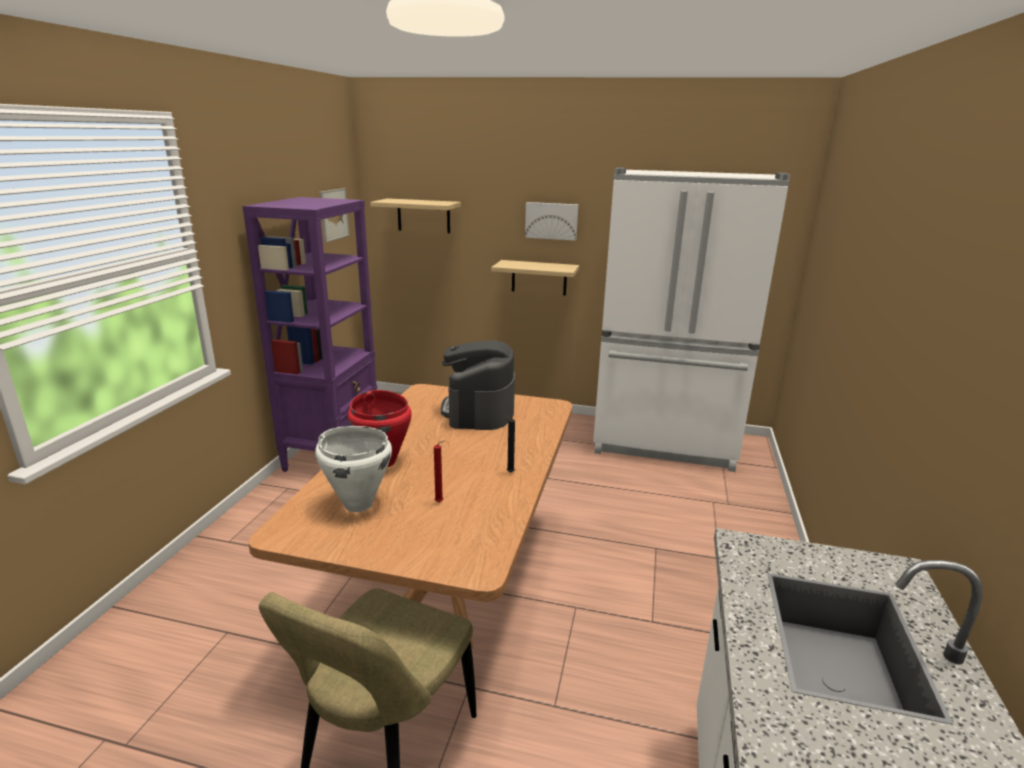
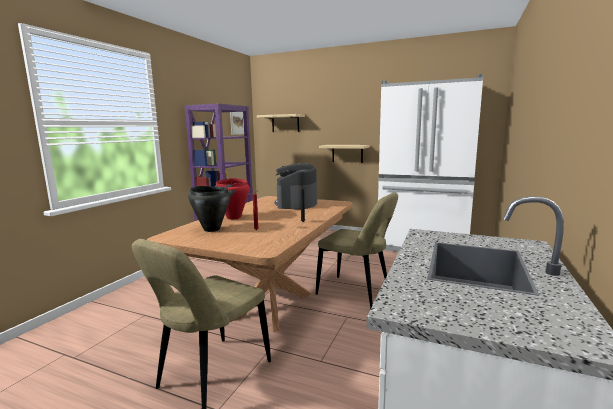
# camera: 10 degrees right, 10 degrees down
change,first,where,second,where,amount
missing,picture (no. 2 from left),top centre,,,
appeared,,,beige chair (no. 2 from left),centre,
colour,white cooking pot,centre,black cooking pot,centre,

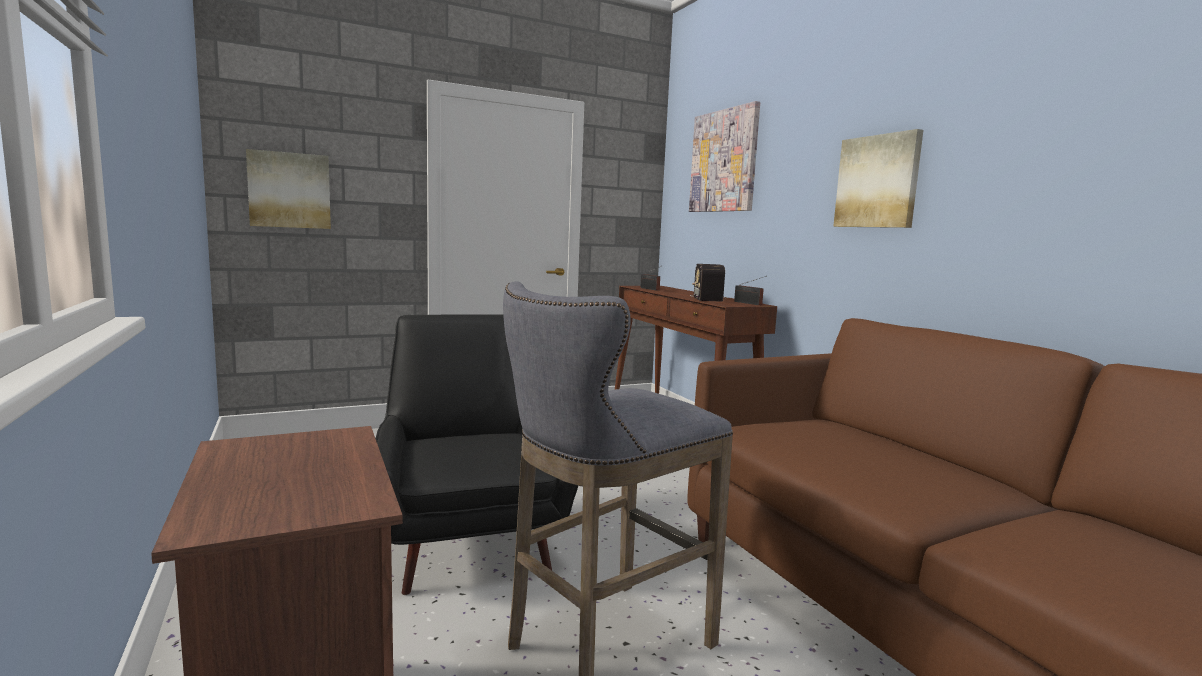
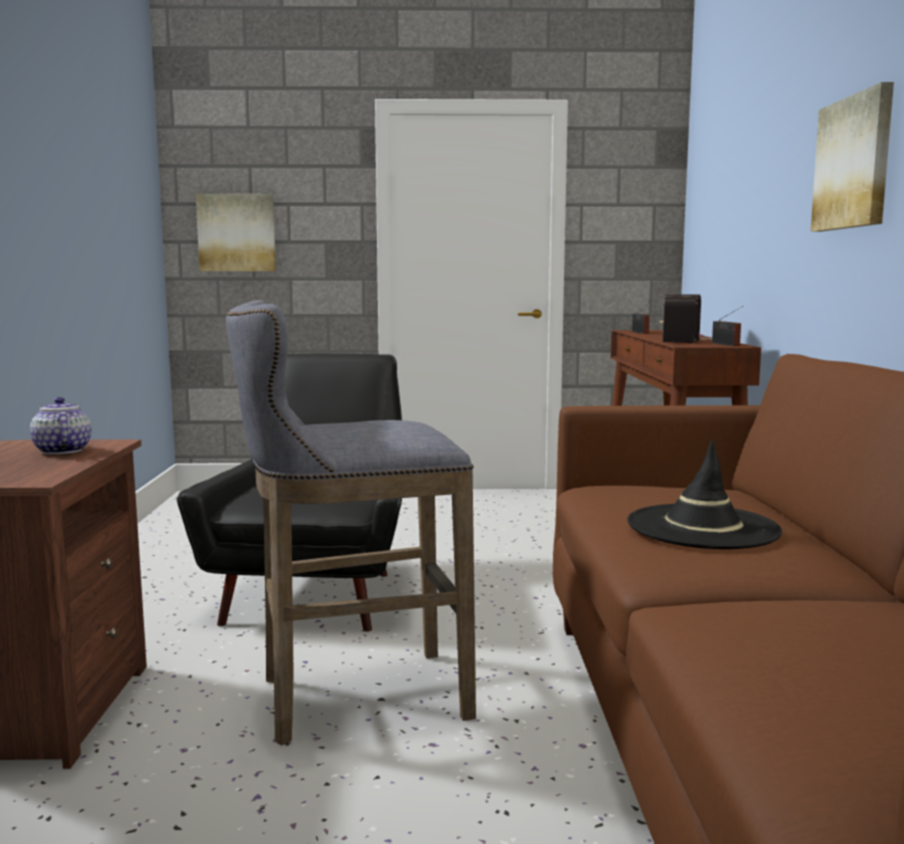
# camera: 25 degrees right, 0 degrees up
change,first,where,second,where,amount
missing,picture (no. 2 from left),top centre,,,
appeared,,,teapot,middle left,
appeared,,,black hat,middle right,

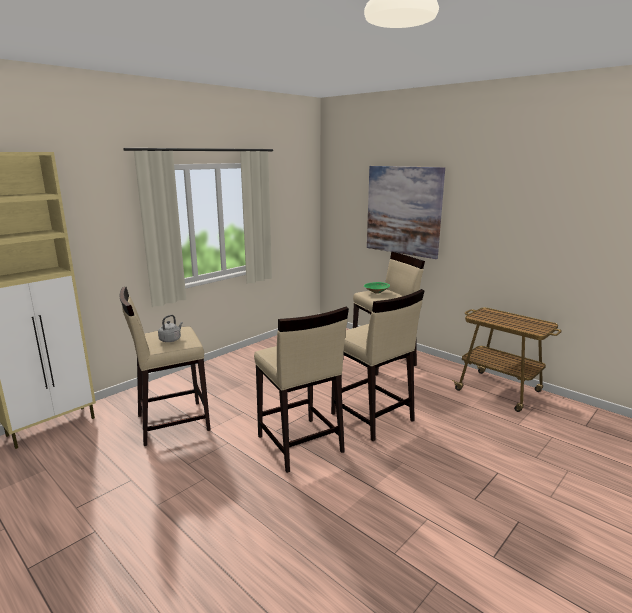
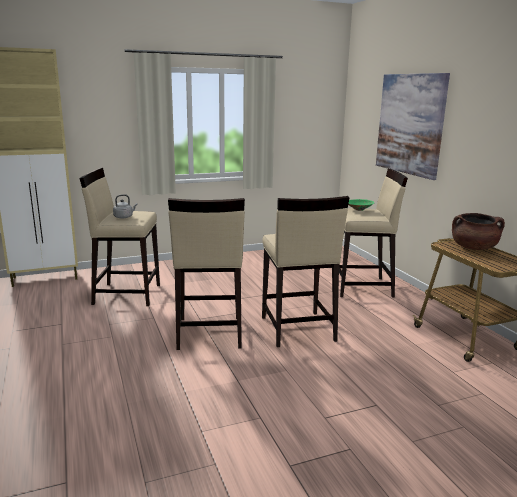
# camera: 25 degrees right, 0 degrees up
change,first,where,second,where,amount
appeared,,,brown cooking pot,middle right,

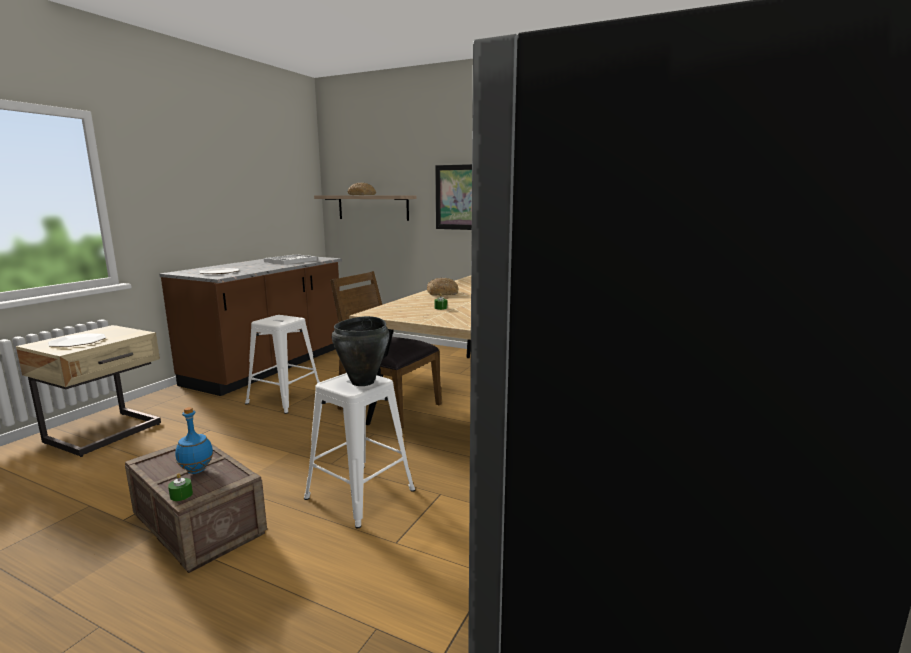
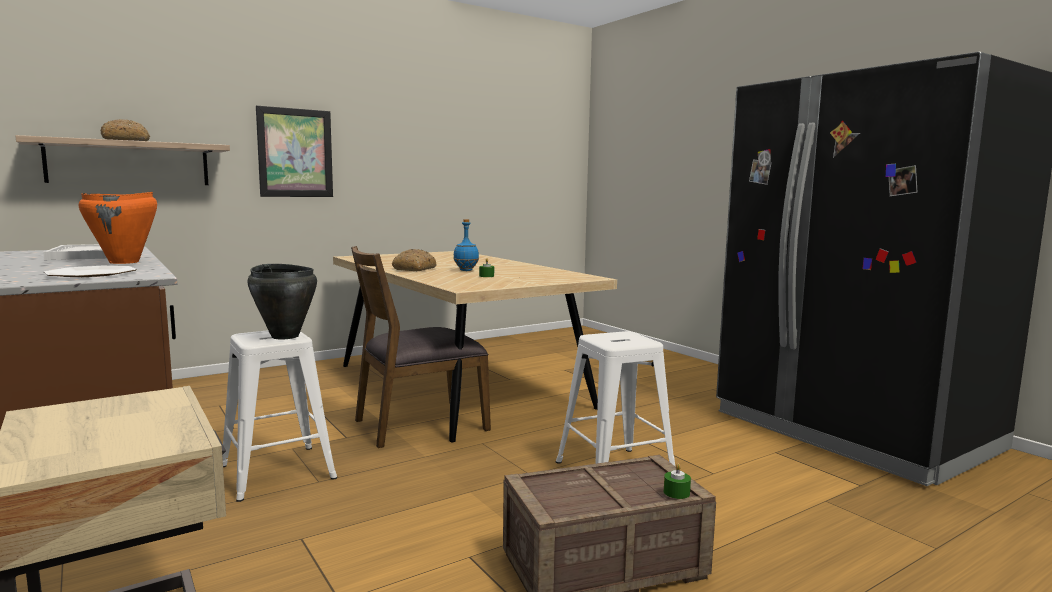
# camera: 60 degrees left, 5 degrees down
change,first,where,second,where,amount
missing,plate (no. 1 from left),middle left,,,
appeared,,,orange cooking pot,middle left,
relocated,blue bottle,bottom left,,centre,
relocated,black cooking pot,centre,,middle left,

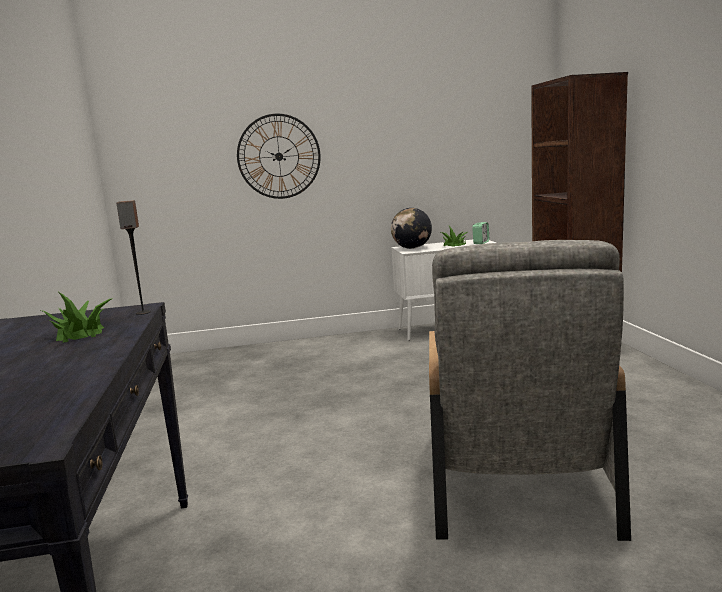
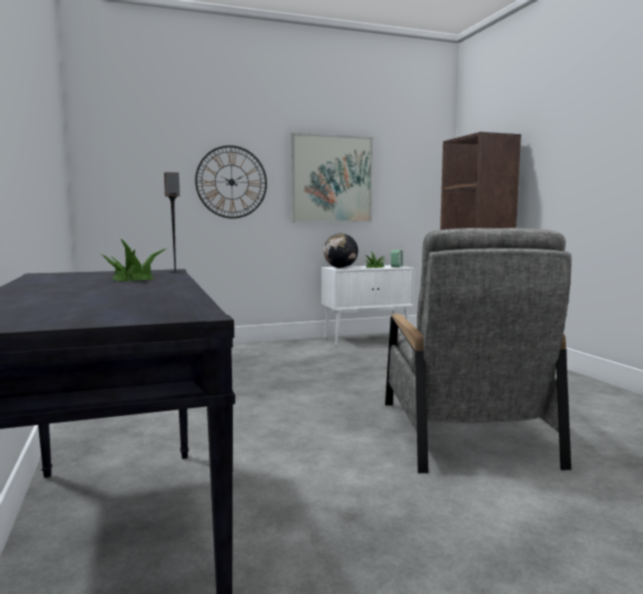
# camera: 10 degrees left, 5 degrees down
change,first,where,second,where,amount
appeared,,,picture,top centre,

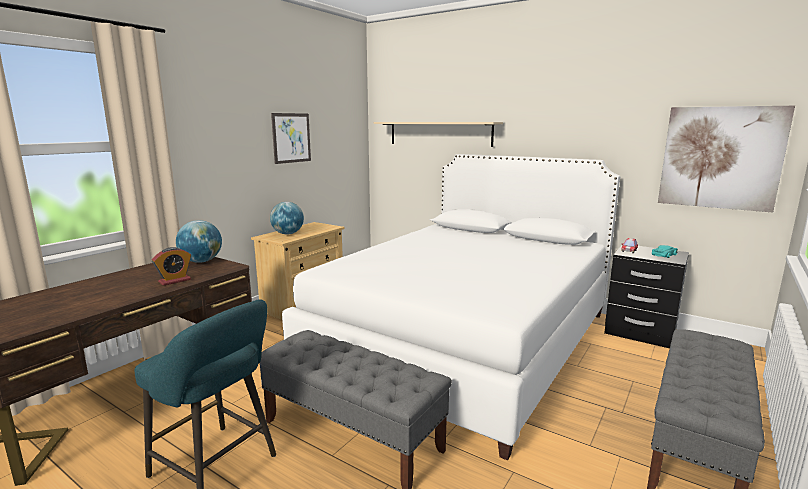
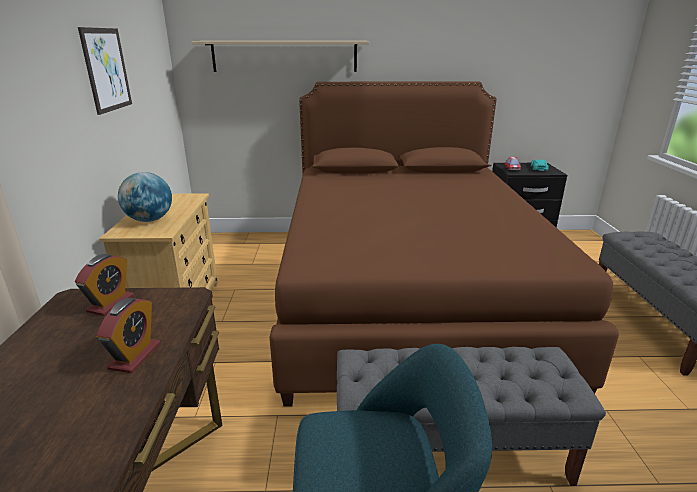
# camera: 35 degrees left, 10 degrees up
change,first,where,second,where,amount
missing,picture (no. 2 from left),top right,,,
exchanged,globe (no. 1 from left),middle left,alarm clock (no. 1 from left),middle left,
colour,white bed,centre,brown bed,centre,

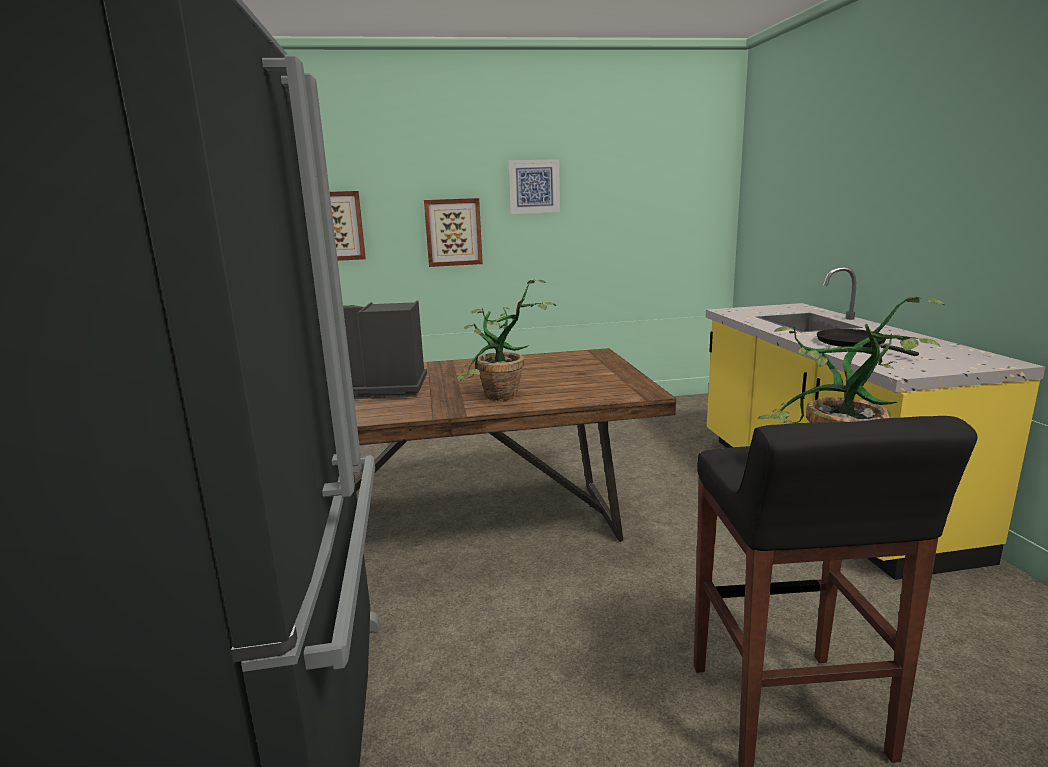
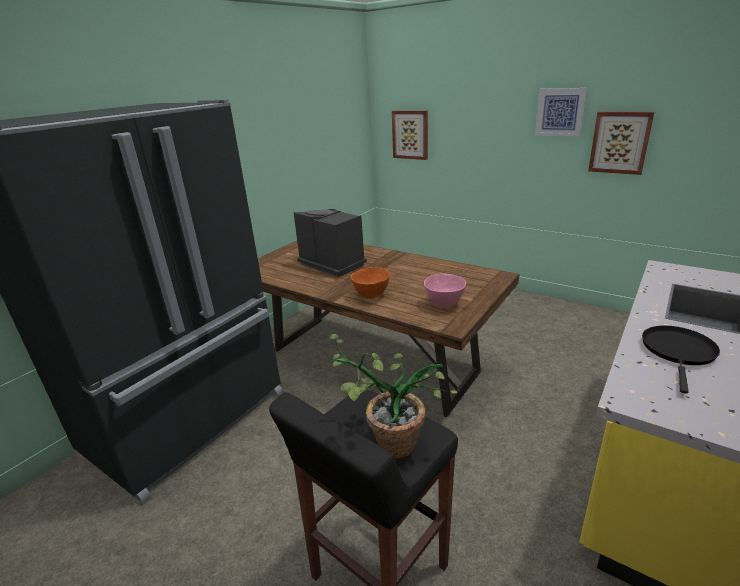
# camera: 45 degrees right, 10 degrees up
change,first,where,second,where,amount
appeared,,,pink bowl,centre,
relocated,picture (no. 2 from left in the first image),top centre,picture (no. 3 from left),top right,
exchanged,potted plant (no. 1 from left),centre,orange bowl,centre,

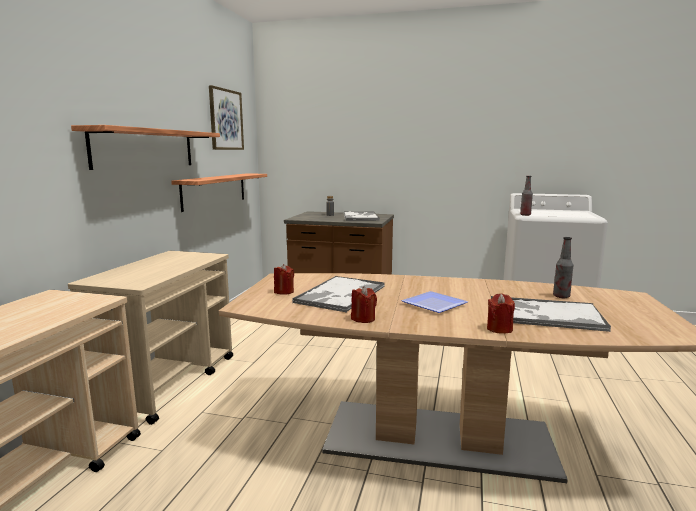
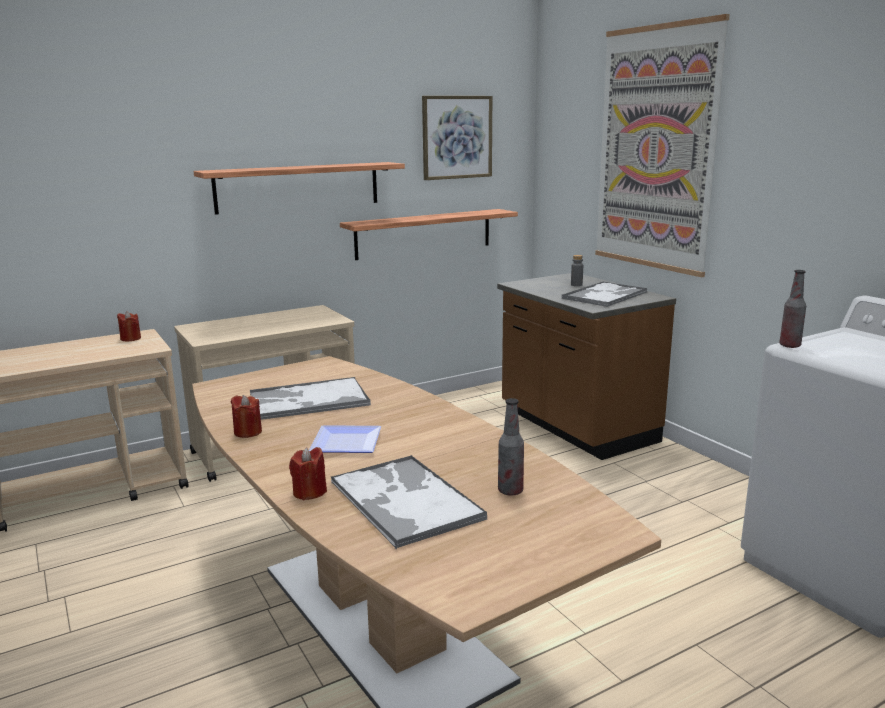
# camera: 45 degrees right, 5 degrees up
change,first,where,second,where,amount
appeared,,,picture (no. 2 from left),top right,
relocated,red candle (no. 1 from left),centre,,middle left,

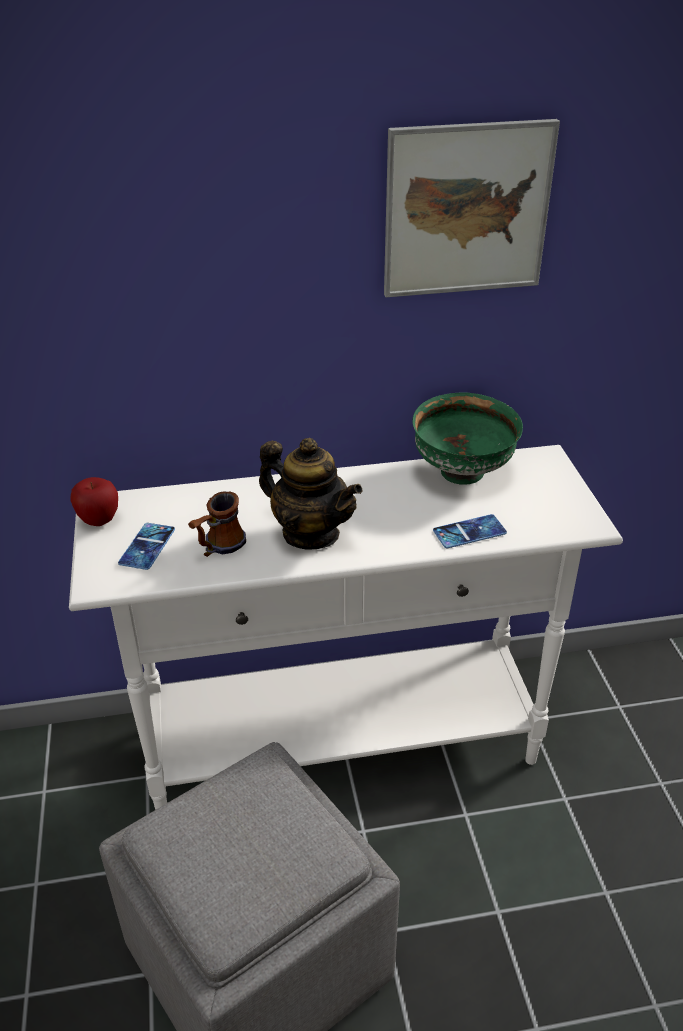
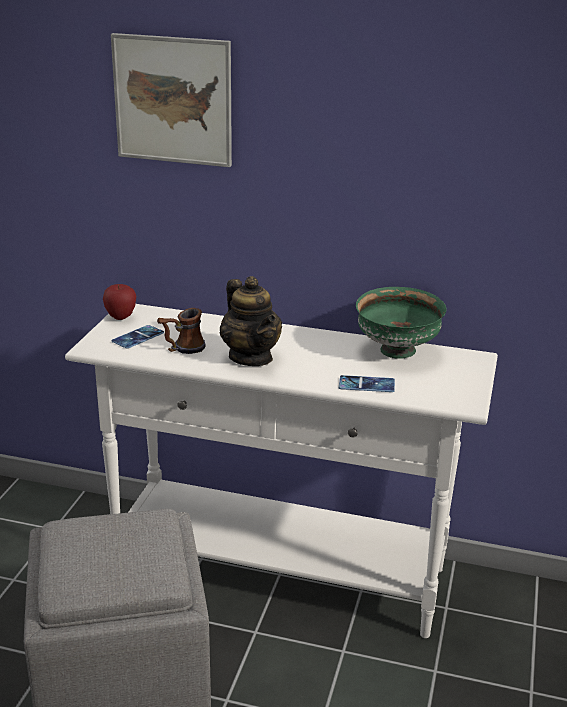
# camera: 25 degrees right, 10 degrees down
change,first,where,second,where,amount
relocated,picture,top right,,top left,

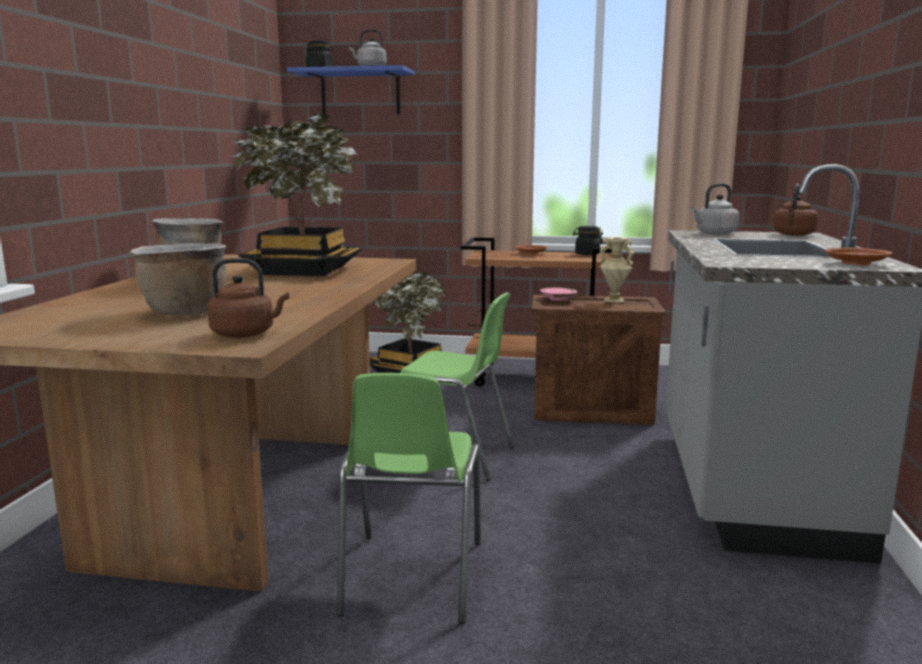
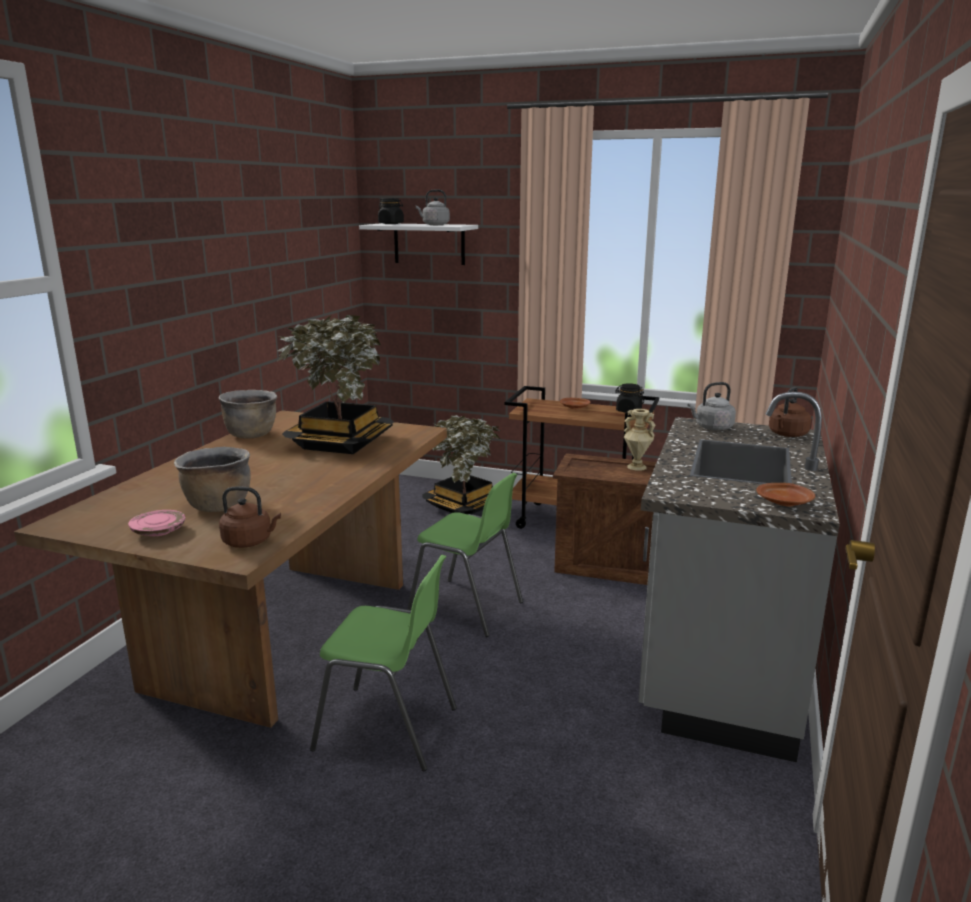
# camera: 10 degrees right, 5 degrees up
change,first,where,second,where,amount
relocated,pink plate,centre,,middle left,
colour,blue shelf,top centre,white shelf,top centre,
spun,green chair (no. 1 from left),bottom centre,,bottom centre,90 degrees counterclockwise

